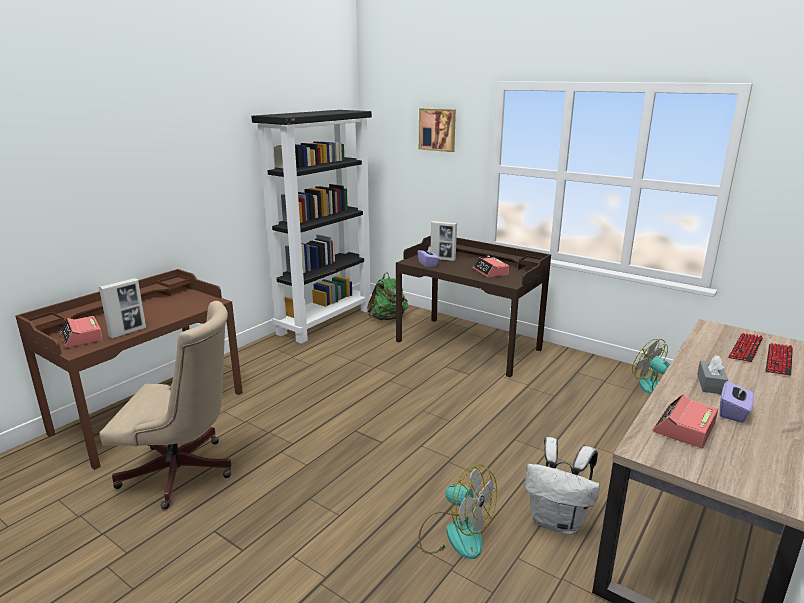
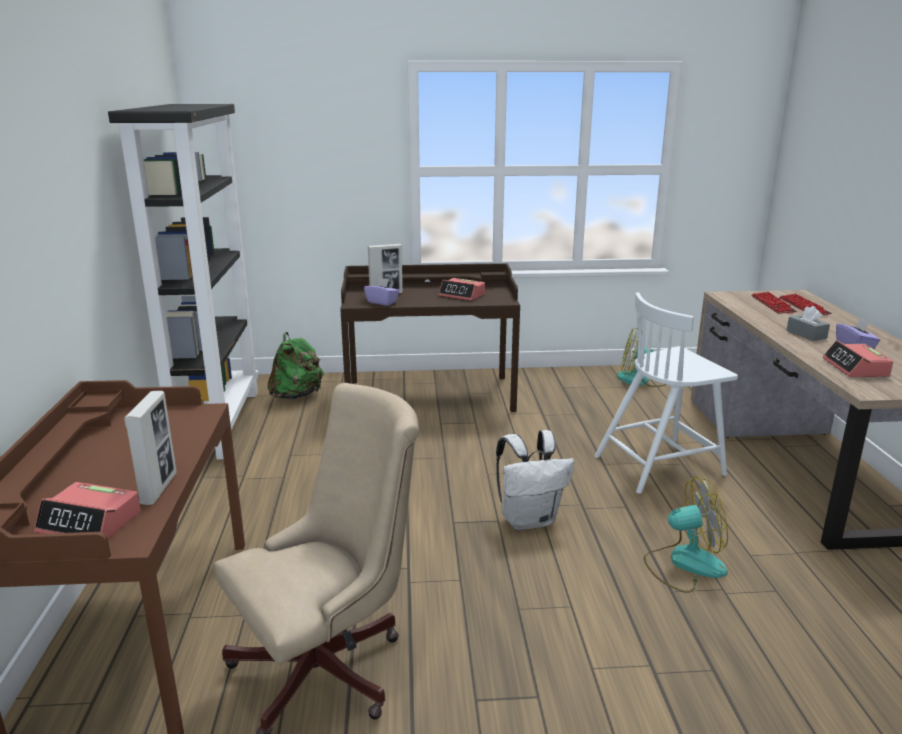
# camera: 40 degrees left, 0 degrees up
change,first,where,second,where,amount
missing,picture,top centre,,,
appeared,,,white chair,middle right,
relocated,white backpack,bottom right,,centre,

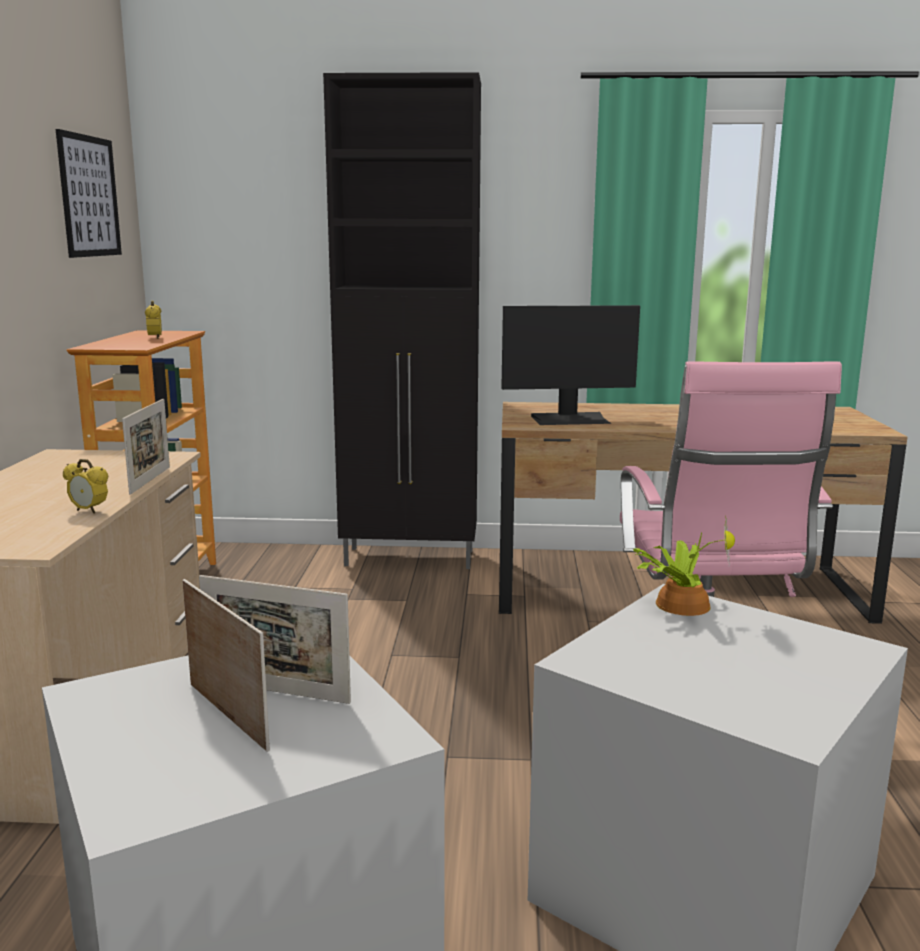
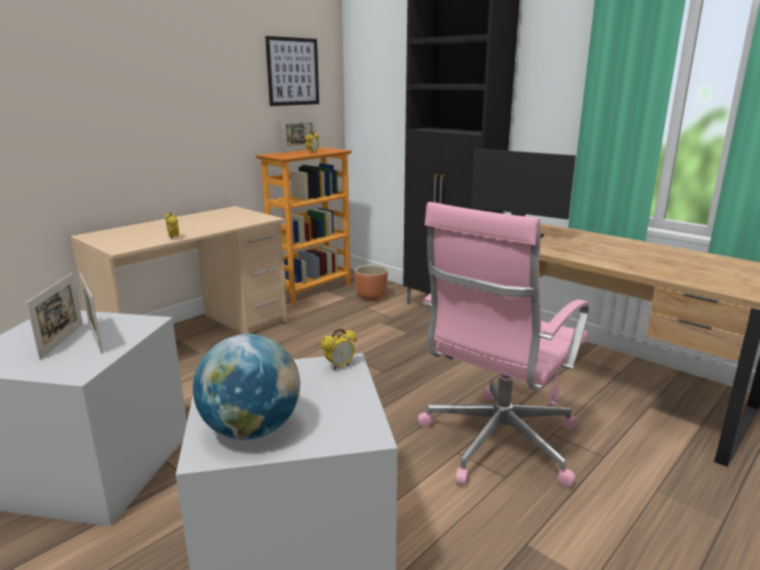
# camera: 40 degrees right, 5 degrees up
change,first,where,second,where,amount
appeared,,,globe,bottom left,
appeared,,,brown planter,centre,
relocated,picture frame (no. 1 from left in the first image),middle left,picture frame (no. 3 from left),top centre,
exchanged,potted plant,middle right,alarm clock (no. 3 from left),centre,

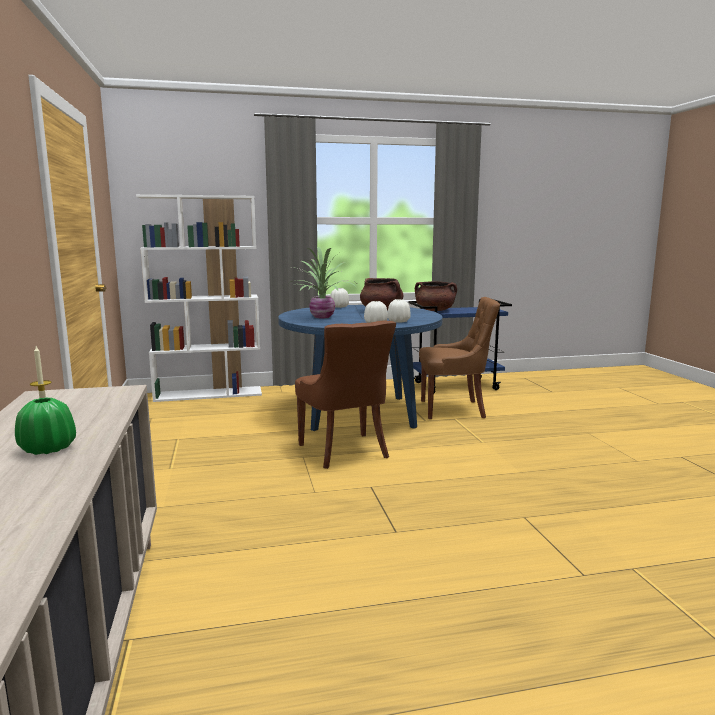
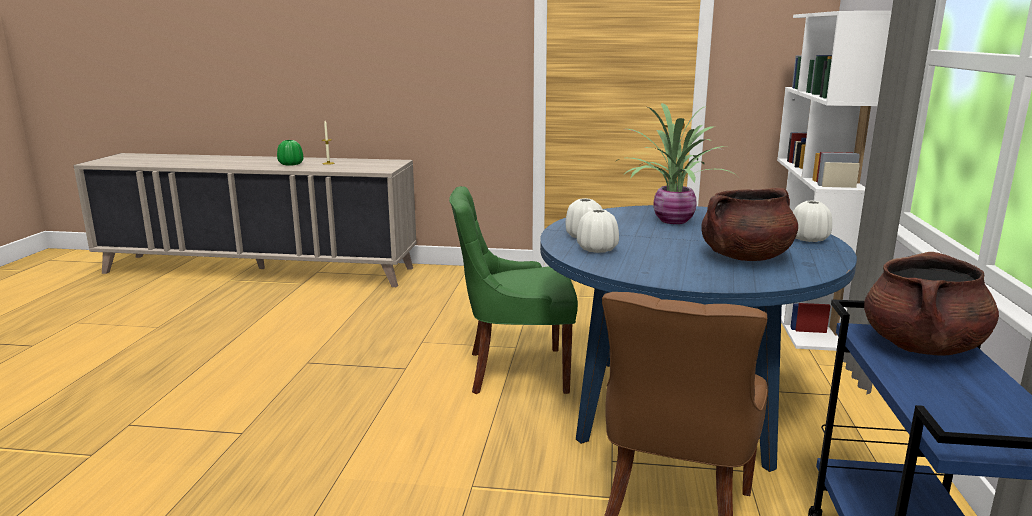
# camera: 110 degrees right, 5 degrees up
change,first,where,second,where,amount
colour,brown chair (no. 1 from left),centre,green chair,centre,

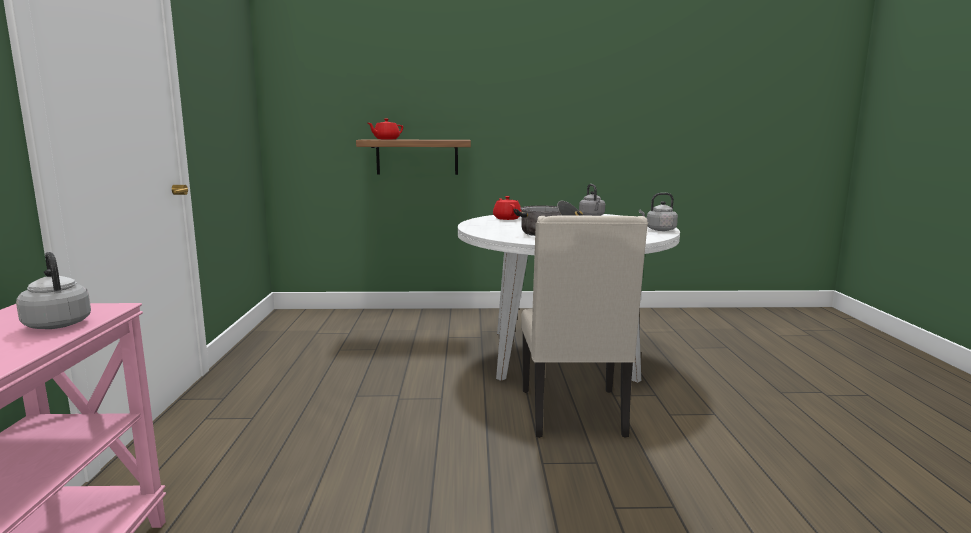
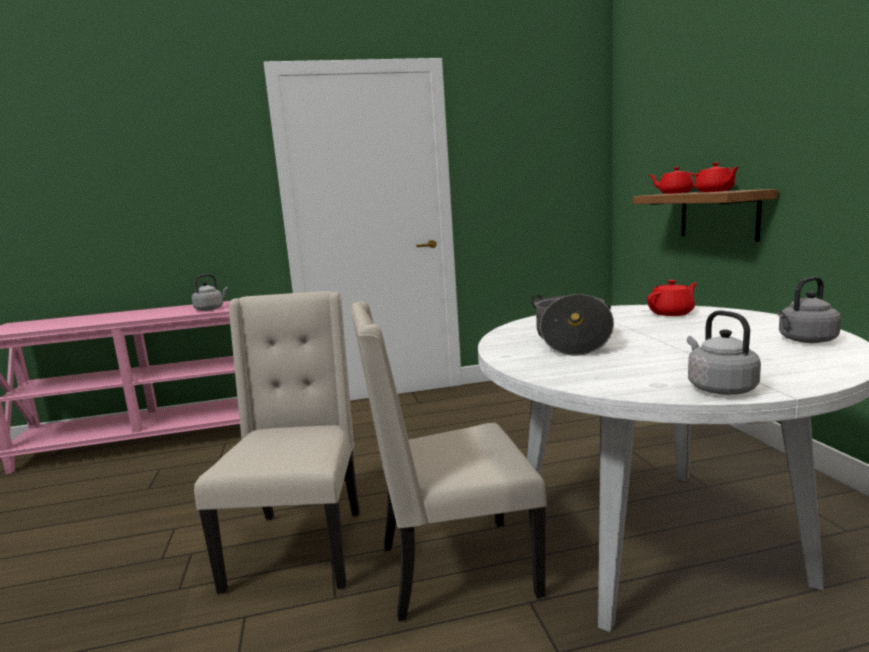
# camera: 80 degrees right, 0 degrees up
change,first,where,second,where,amount
appeared,,,beige chair (no. 1 from left),bottom left,
appeared,,,red teapot (no. 3 from left),top right,

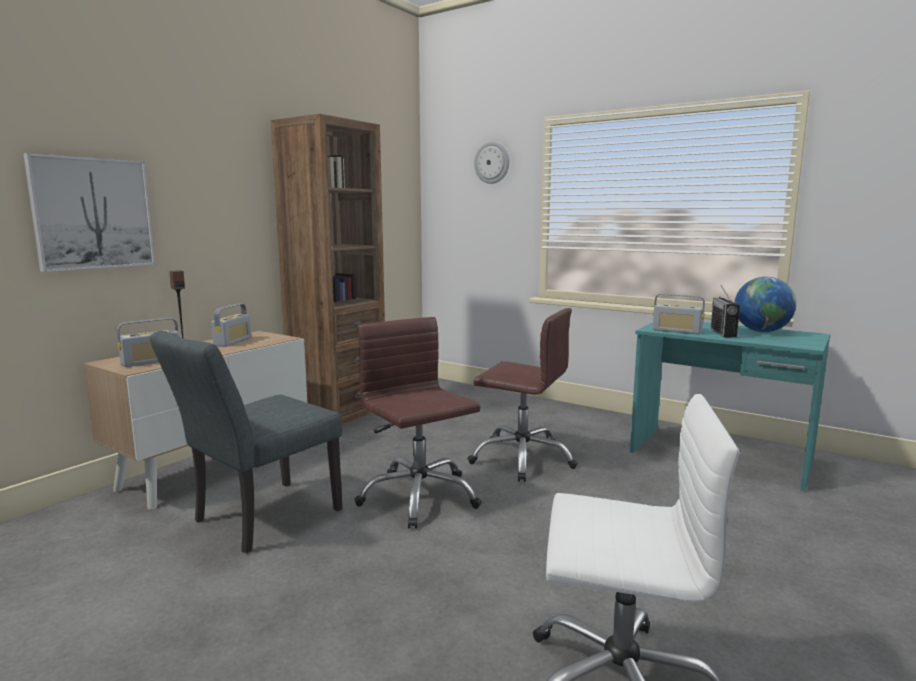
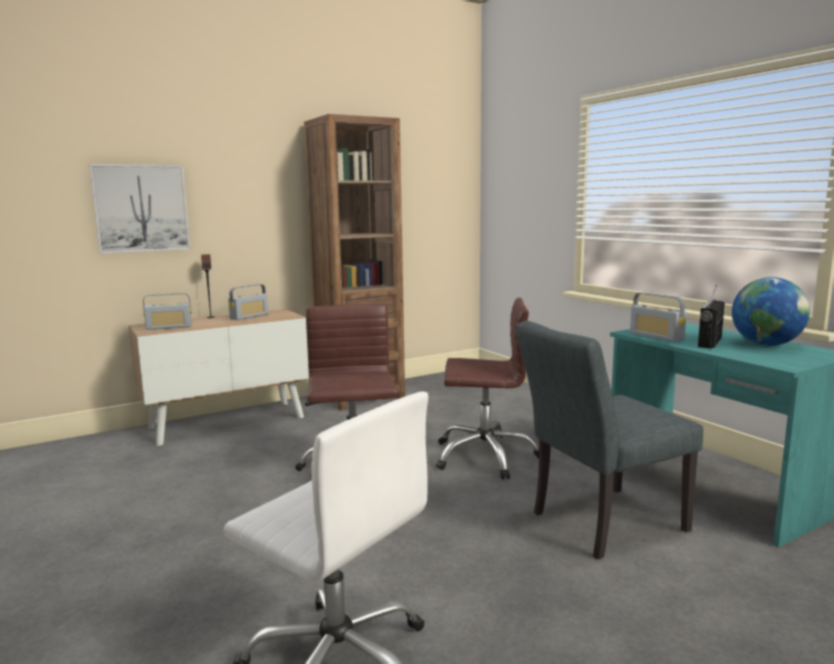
# camera: 25 degrees right, 0 degrees up
change,first,where,second,where,amount
missing,wall clock,top centre,,,
relocated,grey chair,middle left,,middle right,
spun,brown office chair (no. 2 from left),centre,,centre,45 degrees counterclockwise

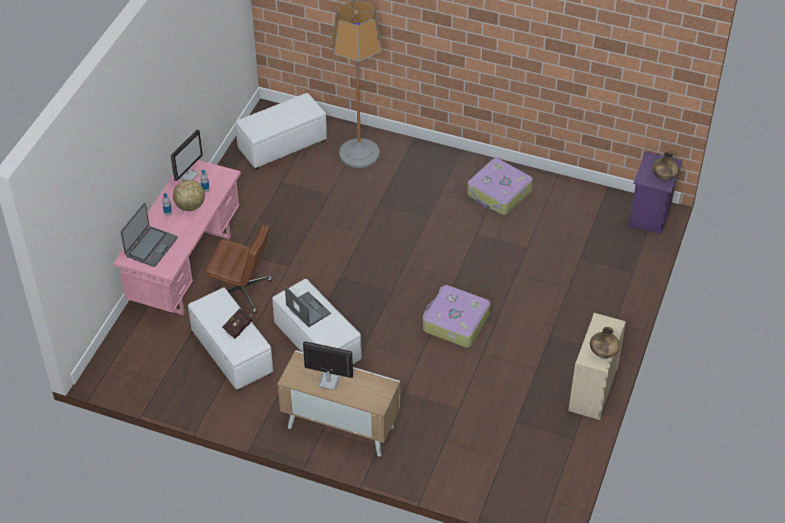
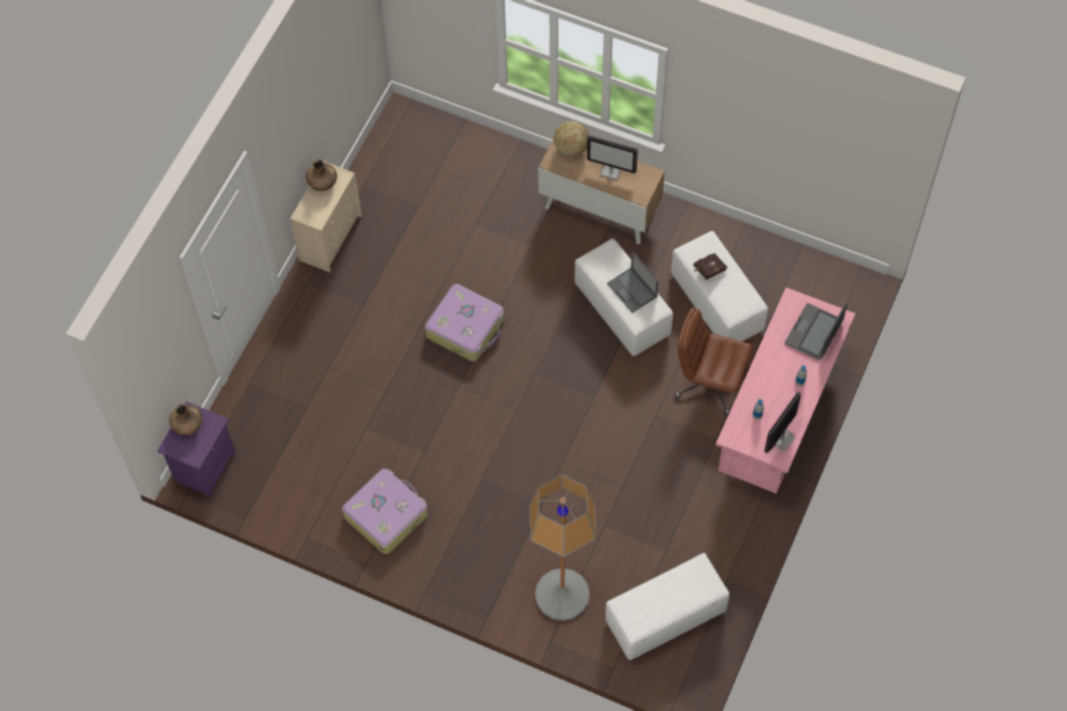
# camera: 175 degrees left, 15 degrees up
change,first,where,second,where,amount
relocated,globe,middle left,,top centre,

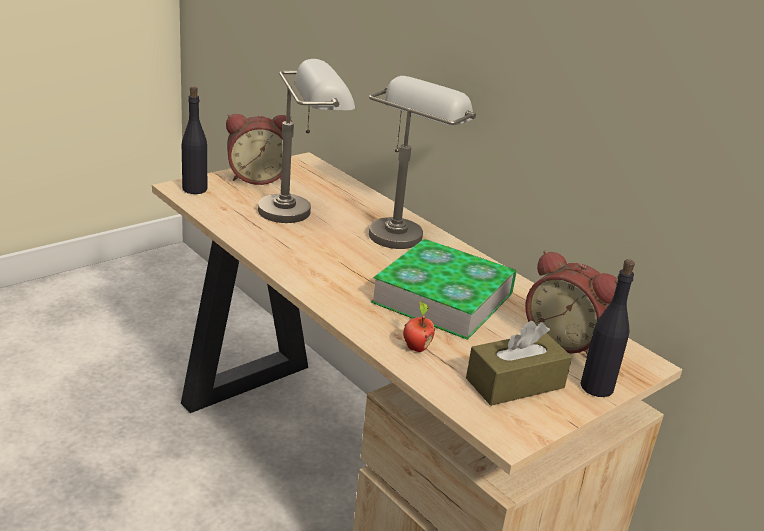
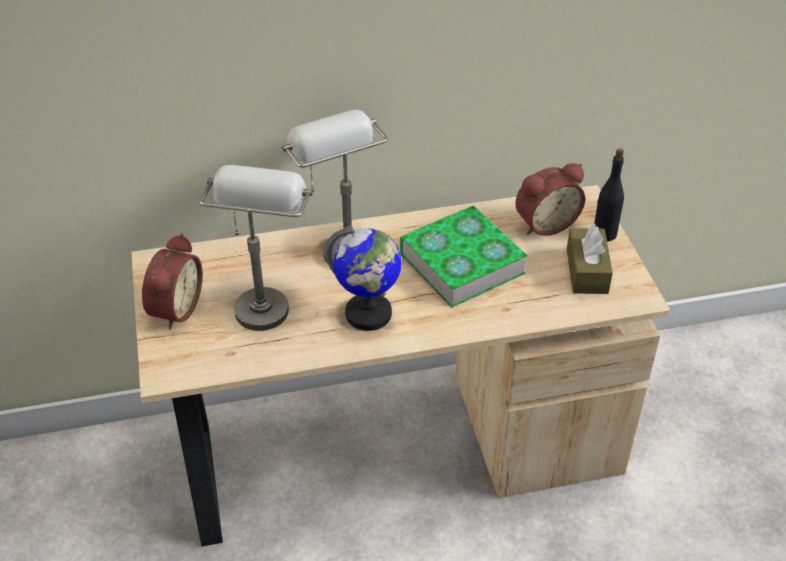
# camera: 60 degrees left, 15 degrees up
change,first,where,second,where,amount
missing,black bottle (no. 1 from left),top left,,,
missing,apple,centre,,,
appeared,,,globe,centre,

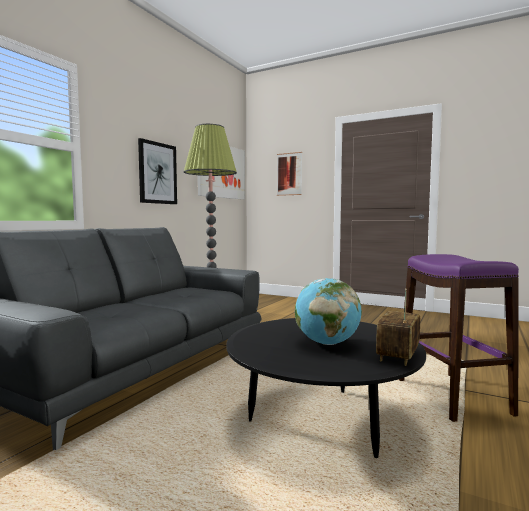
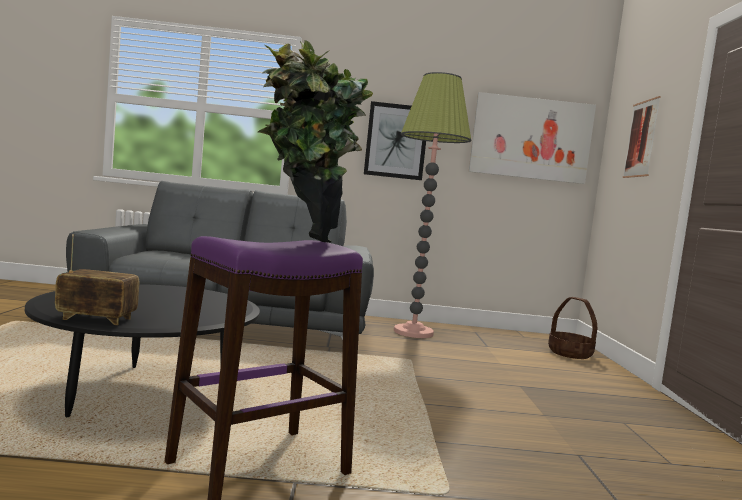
# camera: 60 degrees right, 0 degrees up
change,first,where,second,where,amount
missing,globe,centre,,,
appeared,,,potted plant,top centre,
appeared,,,basket,middle right,

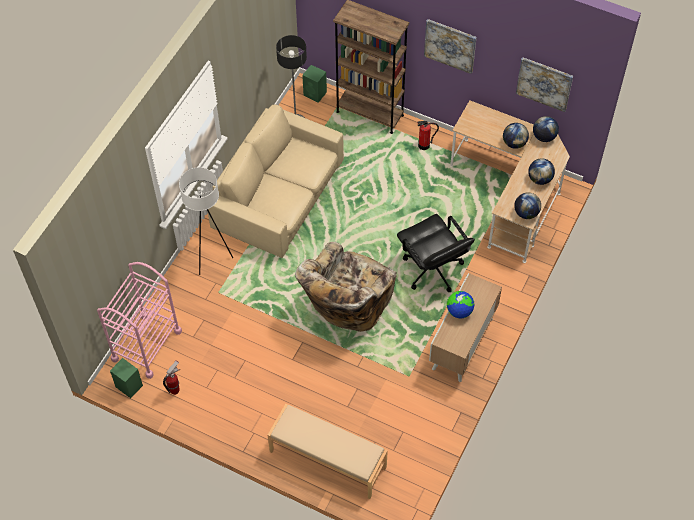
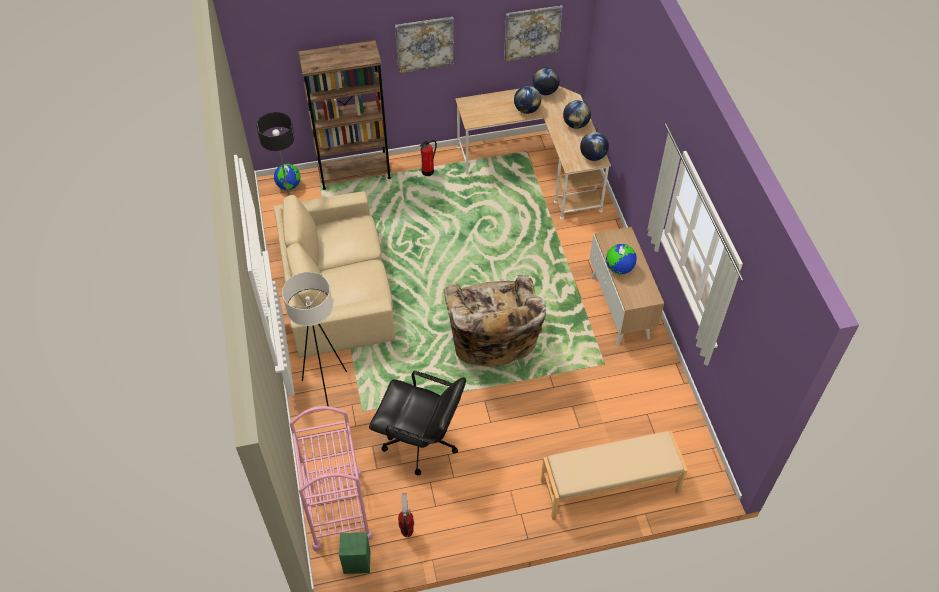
# camera: 40 degrees left, 5 degrees down
change,first,where,second,where,amount
relocated,black office chair,centre,,bottom centre,
exchanged,green speaker (no. 2 from left),top centre,globe (no. 1 from left),top left,

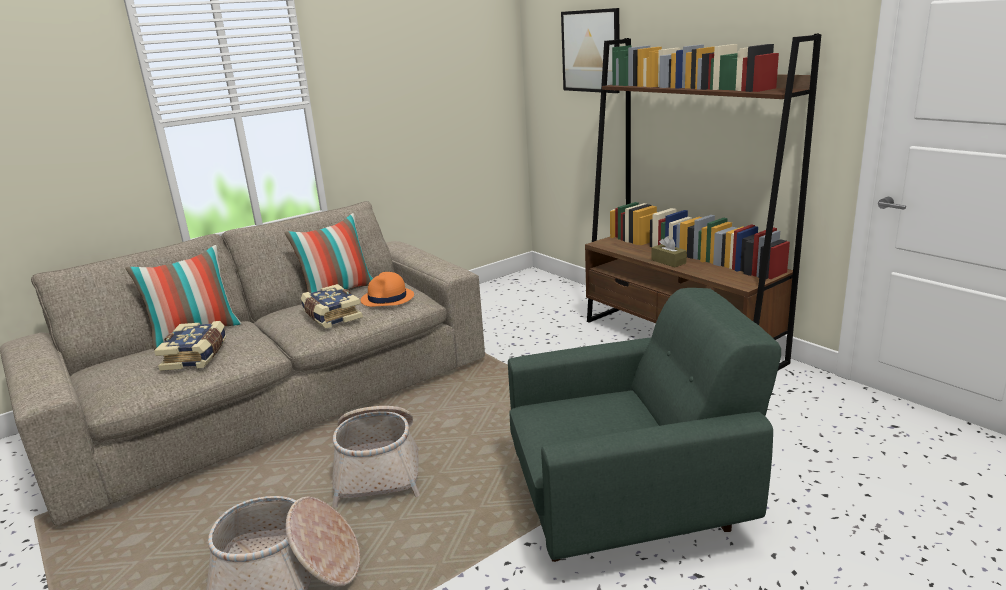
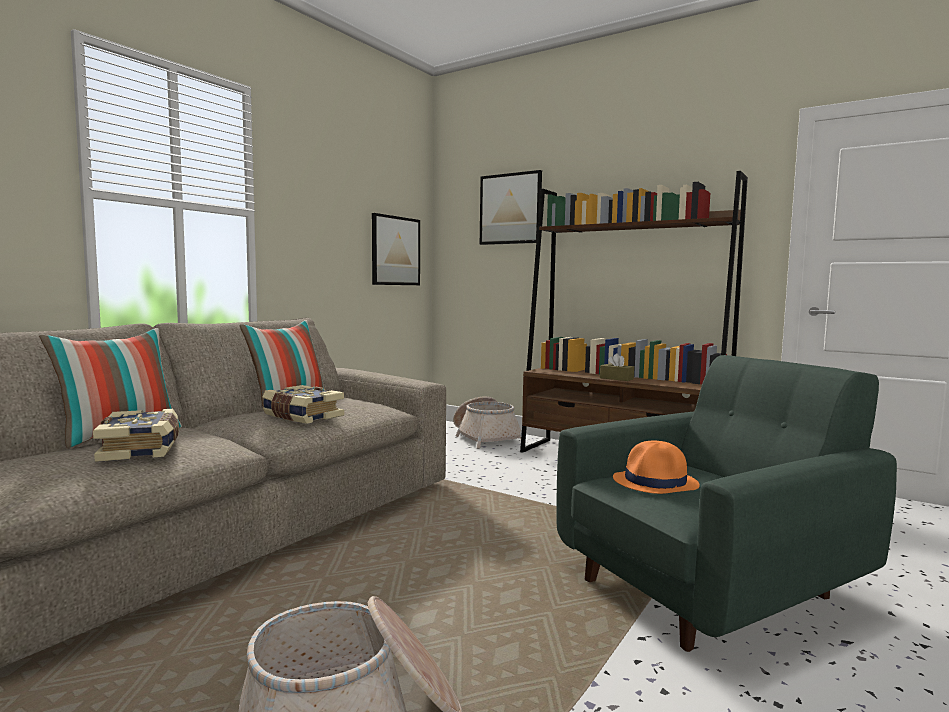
# camera: 20 degrees left, 15 degrees down
change,first,where,second,where,amount
appeared,,,picture (no. 1 from left),centre,
relocated,basket (no. 2 from left),bottom centre,,centre,
relocated,orange hat,centre,,middle right,

